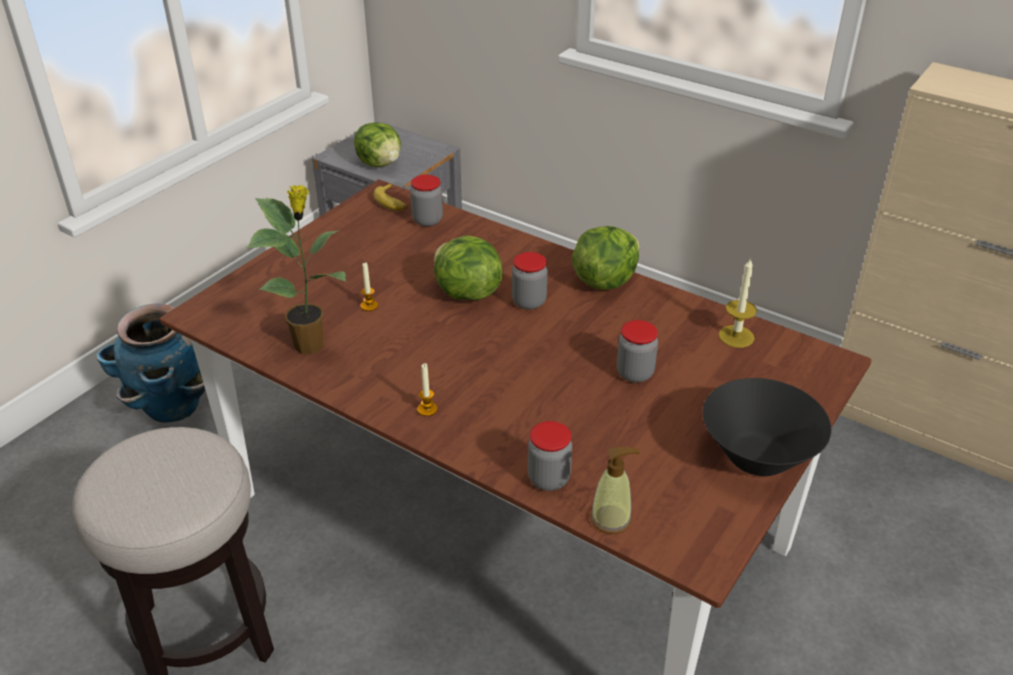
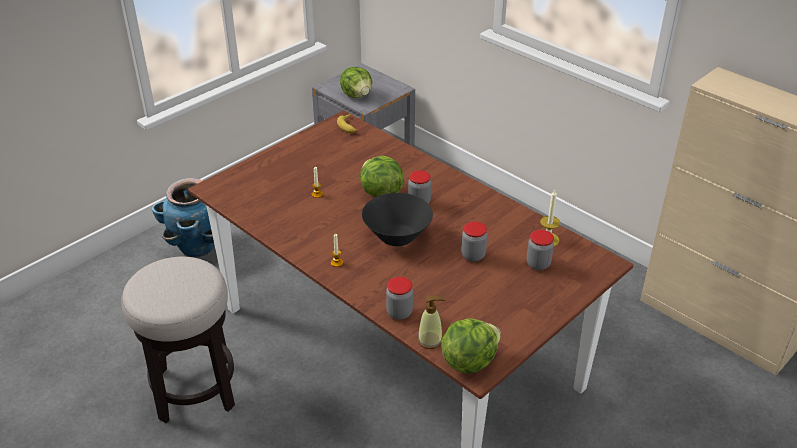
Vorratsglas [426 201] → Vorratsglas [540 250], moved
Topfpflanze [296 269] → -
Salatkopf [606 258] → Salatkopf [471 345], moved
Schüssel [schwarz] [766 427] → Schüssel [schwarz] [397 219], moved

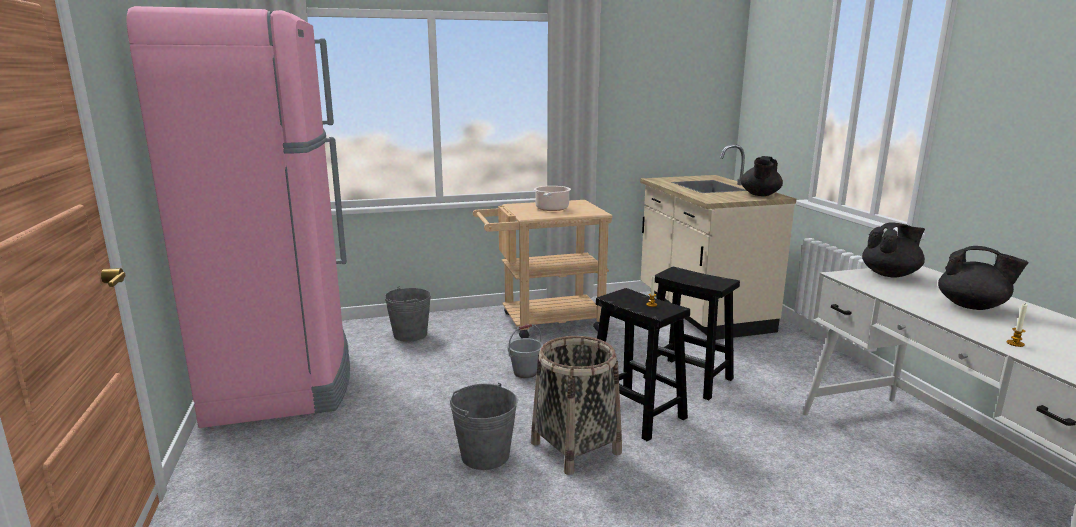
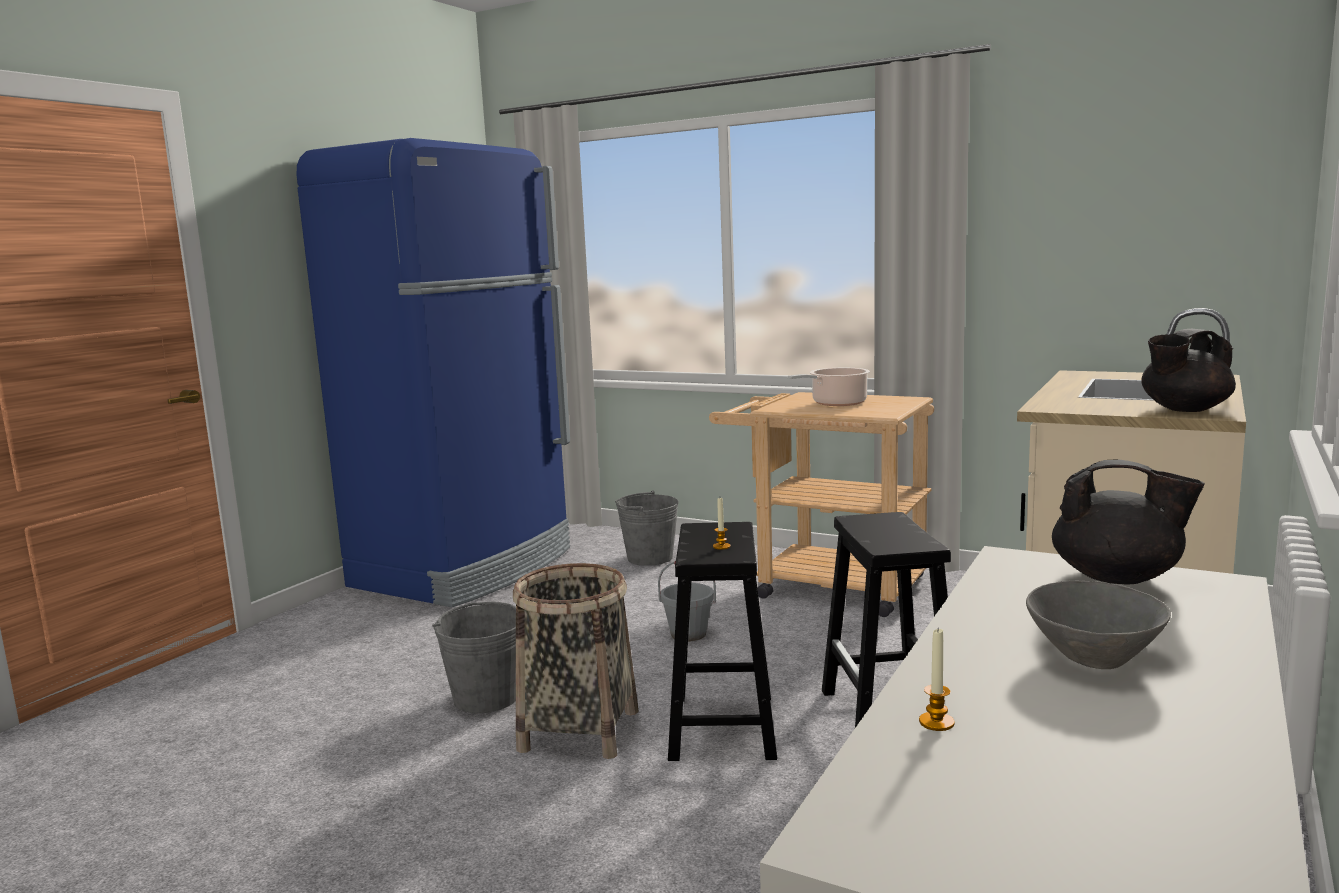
Kühlschrank [rosa] [238 217] → Kühlschrank [blau] [433 372]
Teekanne [schwarz] [983 278] → Schüssel [grau] [1098 625]

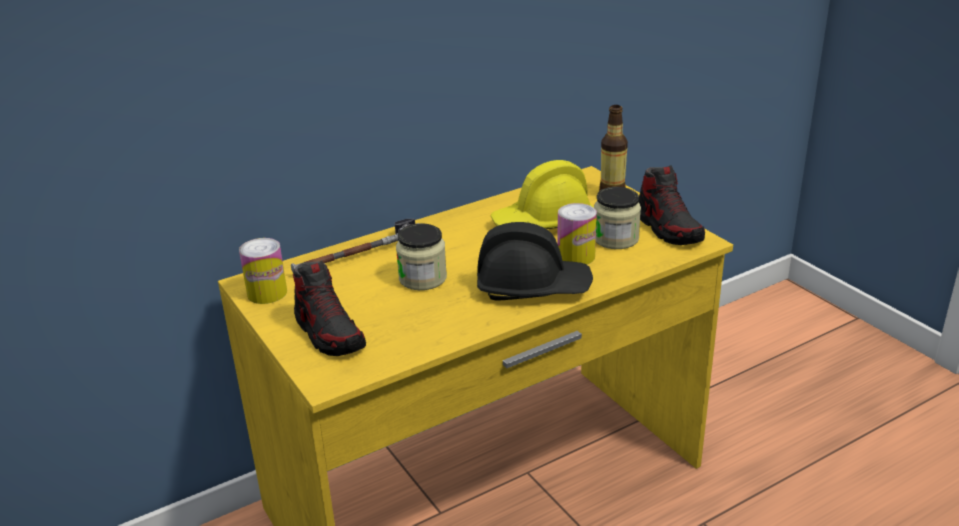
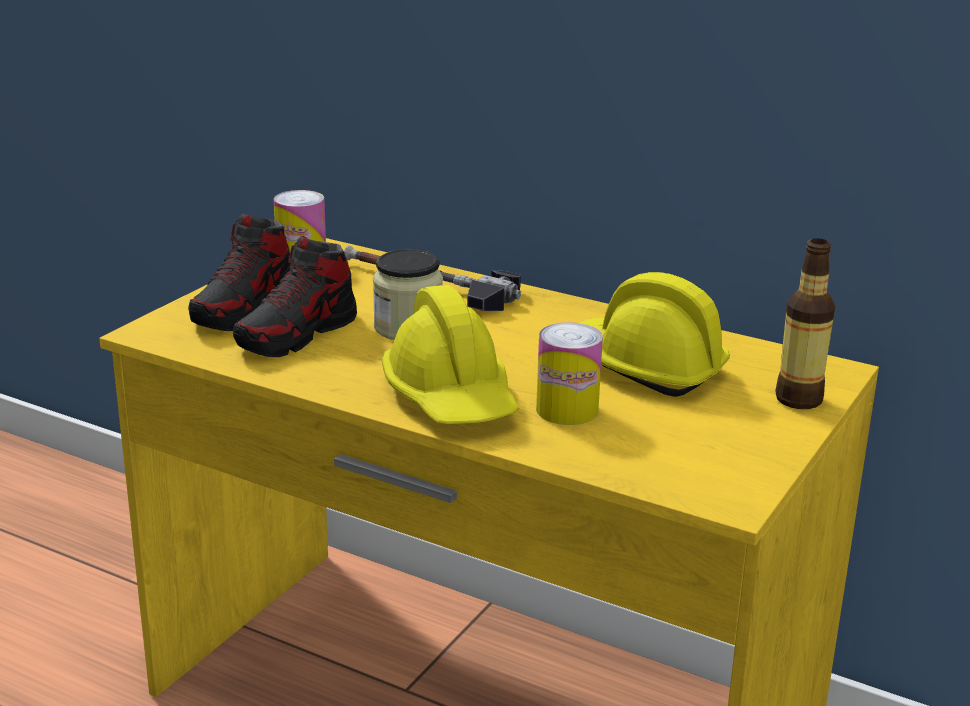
Schuh [672 205] → Schuh [295 296], moved
Vorratsglas [617 218] → -
Schutzhelm [schwarz] [535 261] → Schutzhelm [gelb] [450 354]

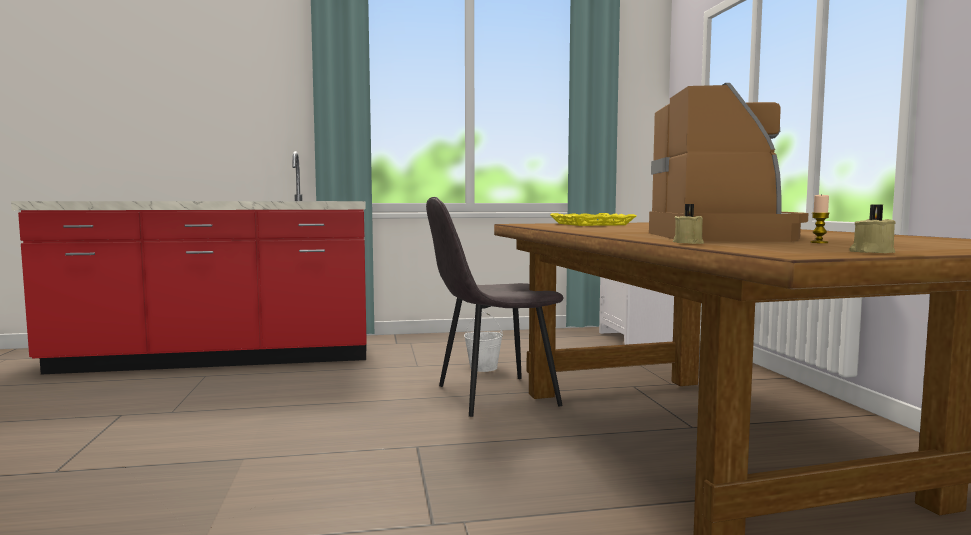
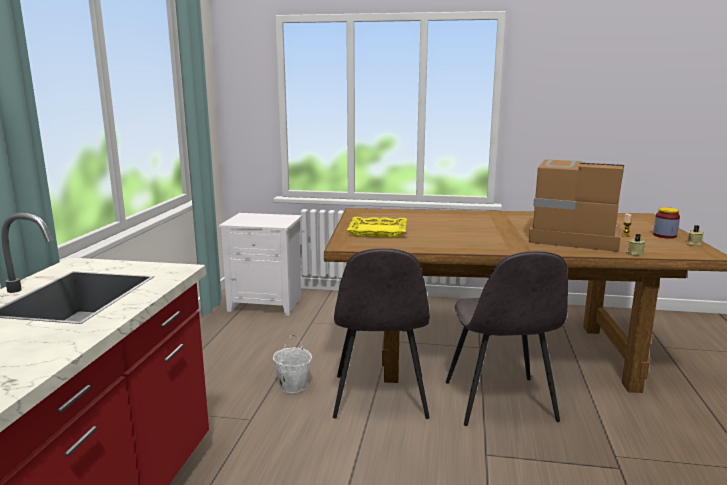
- → Vorratsglas [666 223]
- → Stuhl [grau] [507 338]

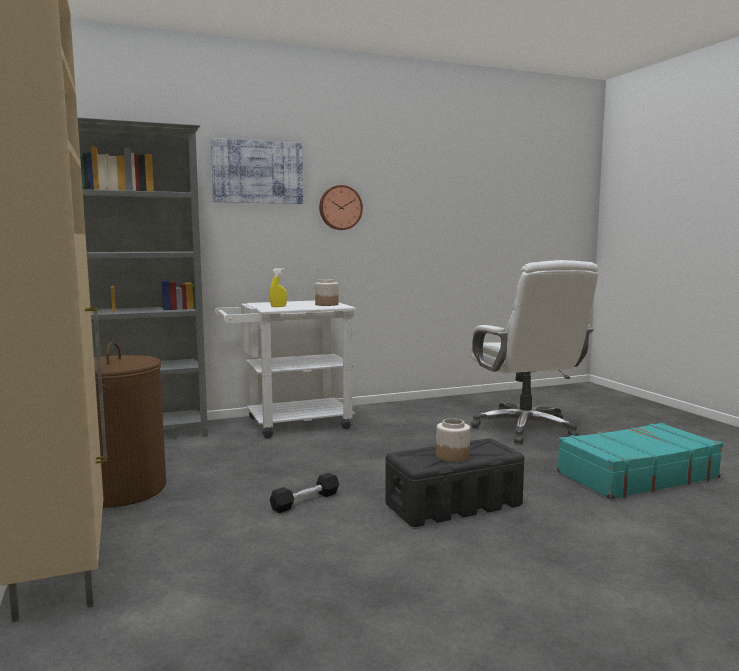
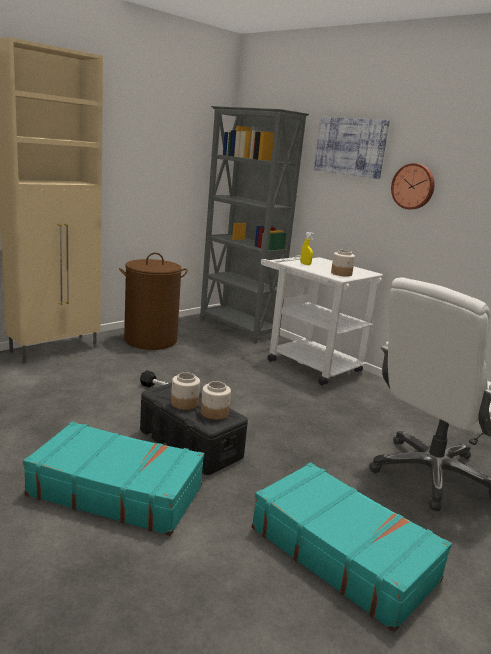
- → Vorratsglas [216 400]
- → Koffer [türkis] [113 479]

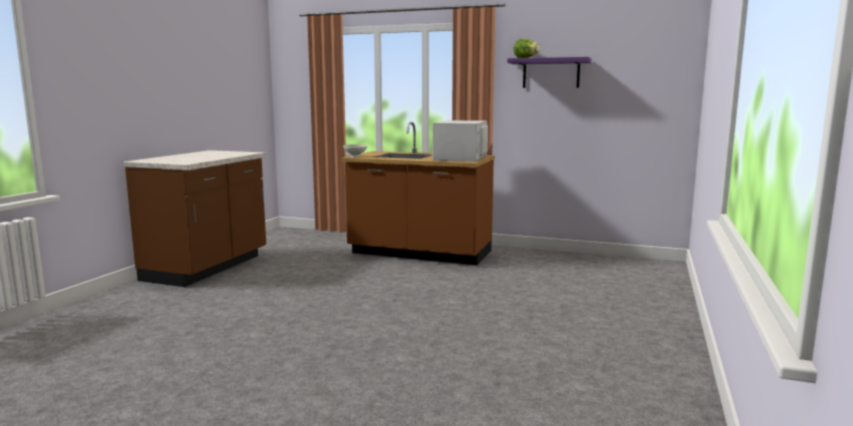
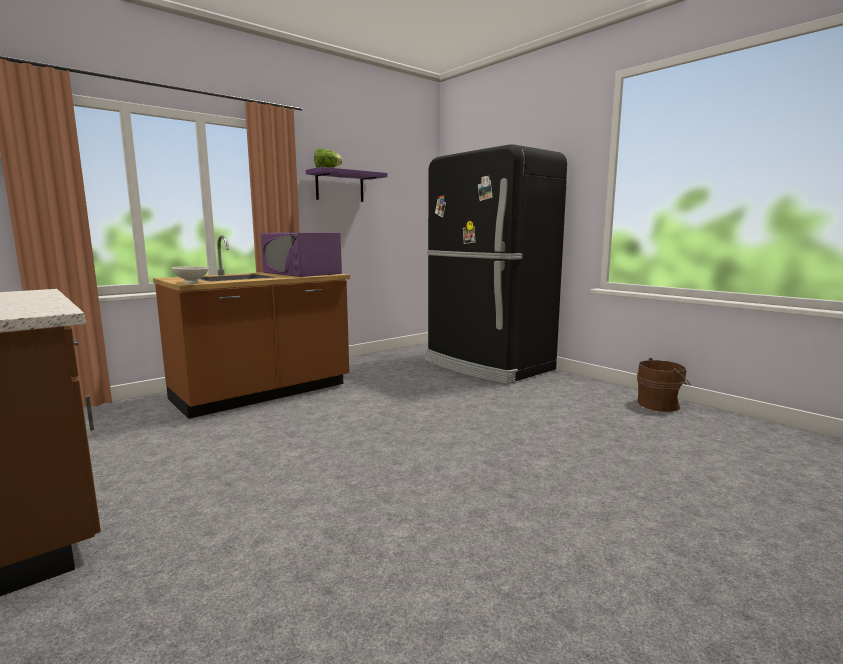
Mikrowelle [weiß] [460 141] → Mikrowelle [lila] [301 255]
- → Kühlschrank [schwarz] [496 264]
- → Eimer [braun] [664 385]

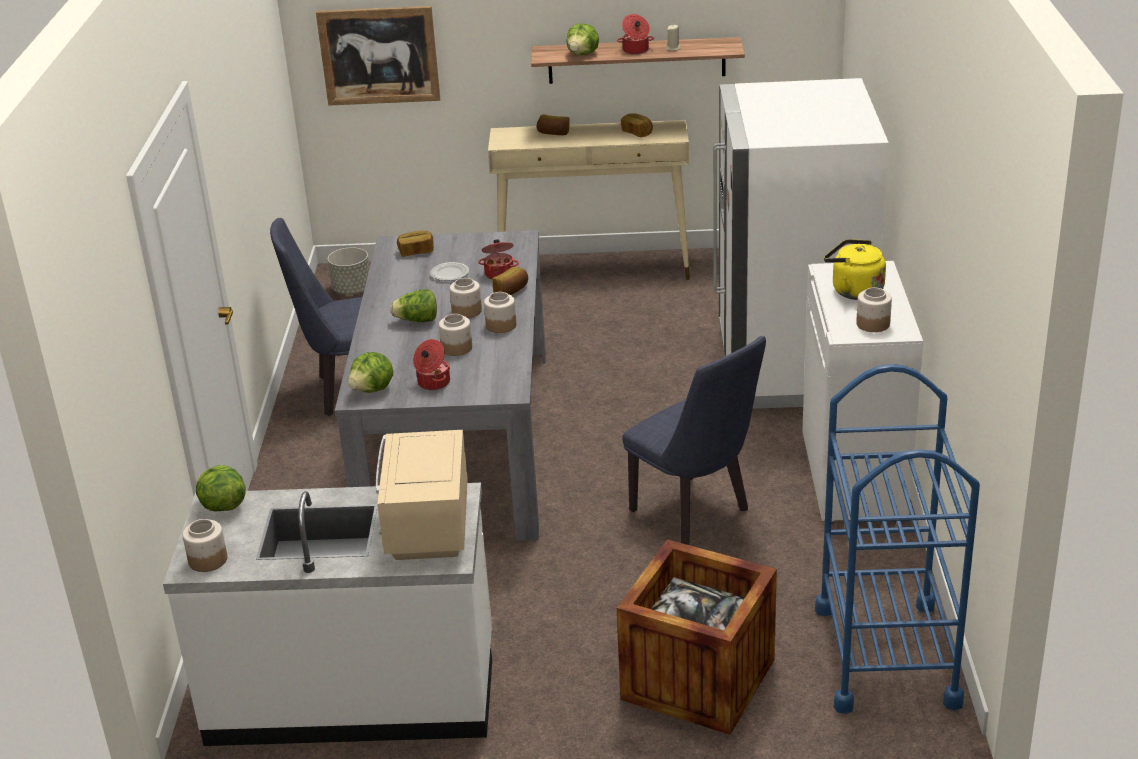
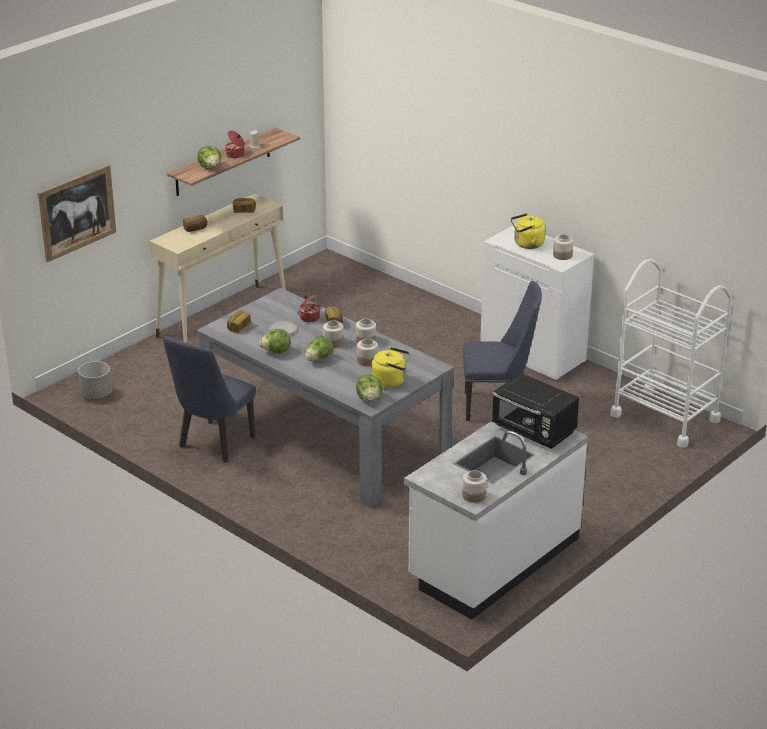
Kühlschrank [weiß] [800 243] → -
Kochtopf [431 364] → Wasserkessel [gelb] [391 367]
Rollwagen [blau] [897 539] → Rollwagen [weiß] [671 353]
Mikrowelle [beige] [422 495] → Mikrowelle [schwarz] [535 411]
Salatkopf [221 488] → Salatkopf [275 341], moved
Kiste [697 637] → -

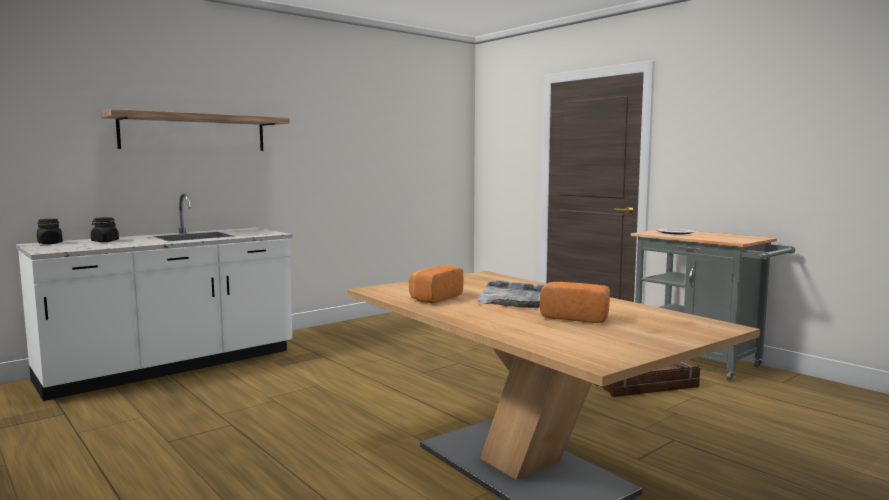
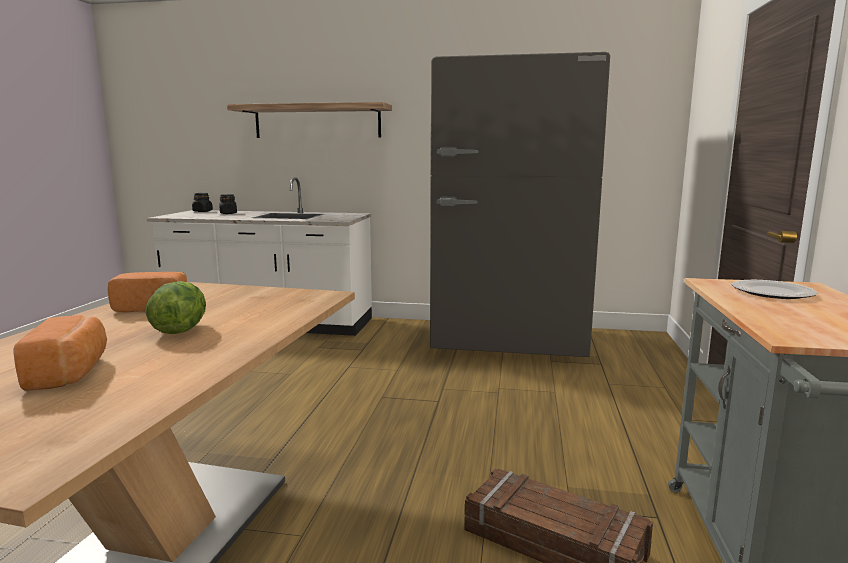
Tablett [grau] [511 294] → Salatkopf [176 307]
- → Kühlschrank [grau] [520 204]

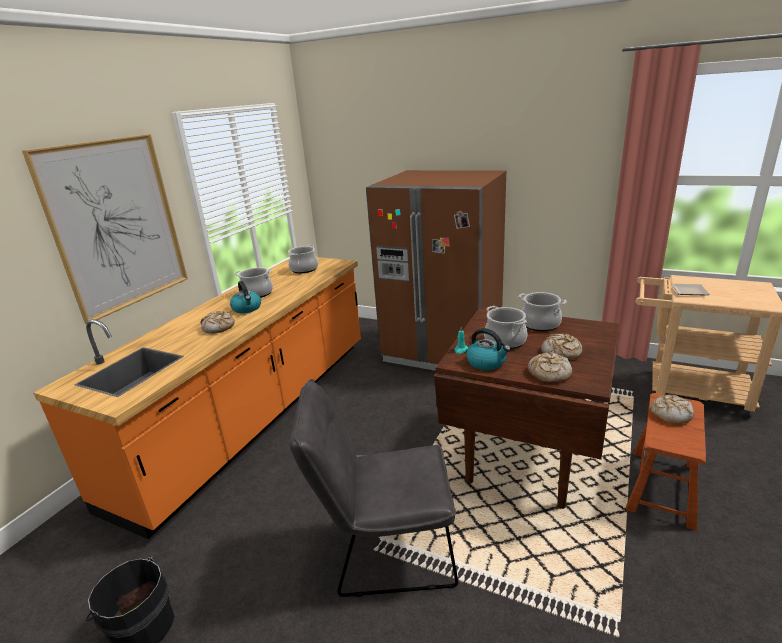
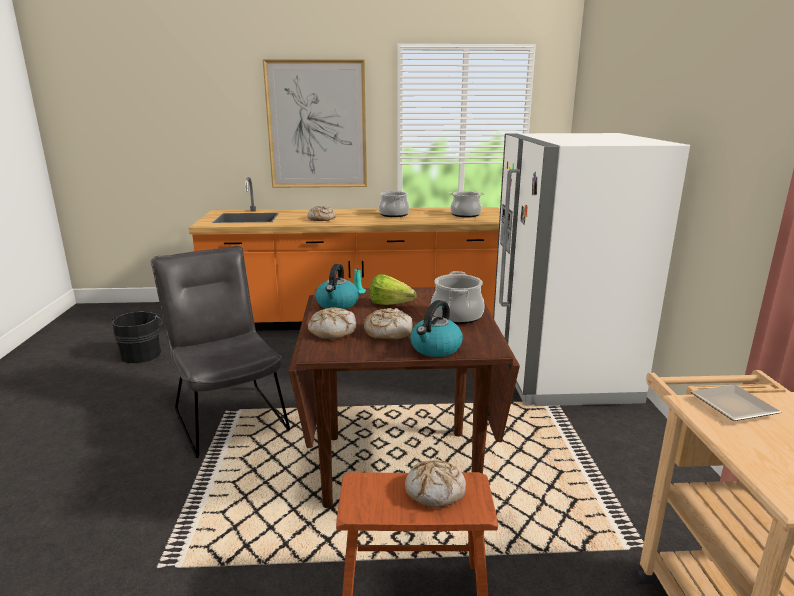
Kühlschrank [braun] [436 270] → Kühlschrank [weiß] [591 269]
Wasserkessel [245 297] → Wasserkessel [436 328], moved
Kochtopf [506 327] → Salatkopf [393 289]

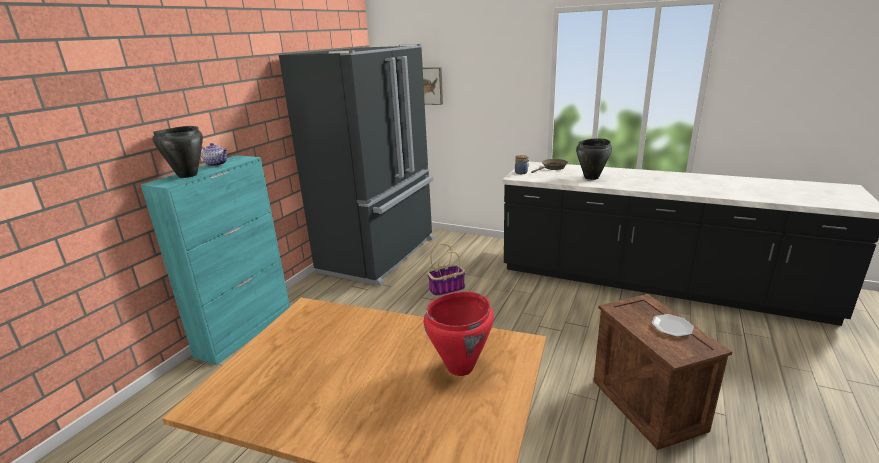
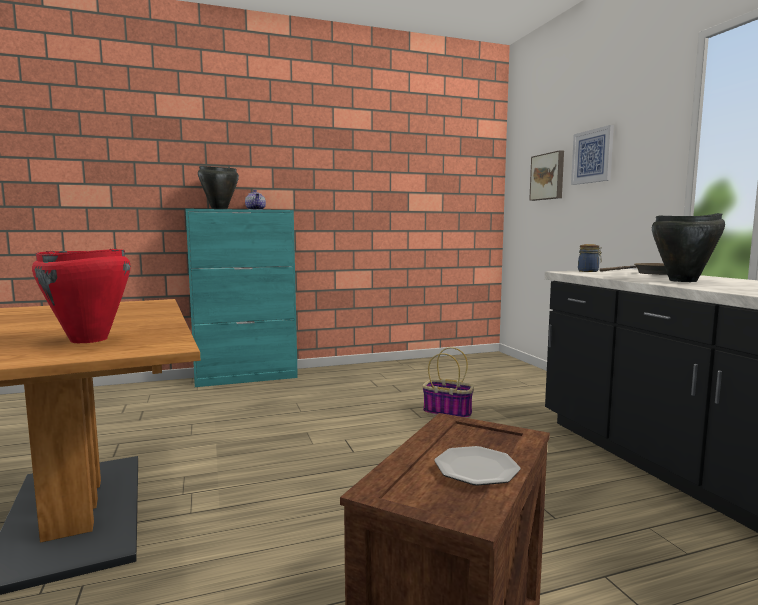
Kühlschrank [schwarz] [356 165] → -
- → Bild [592 155]

